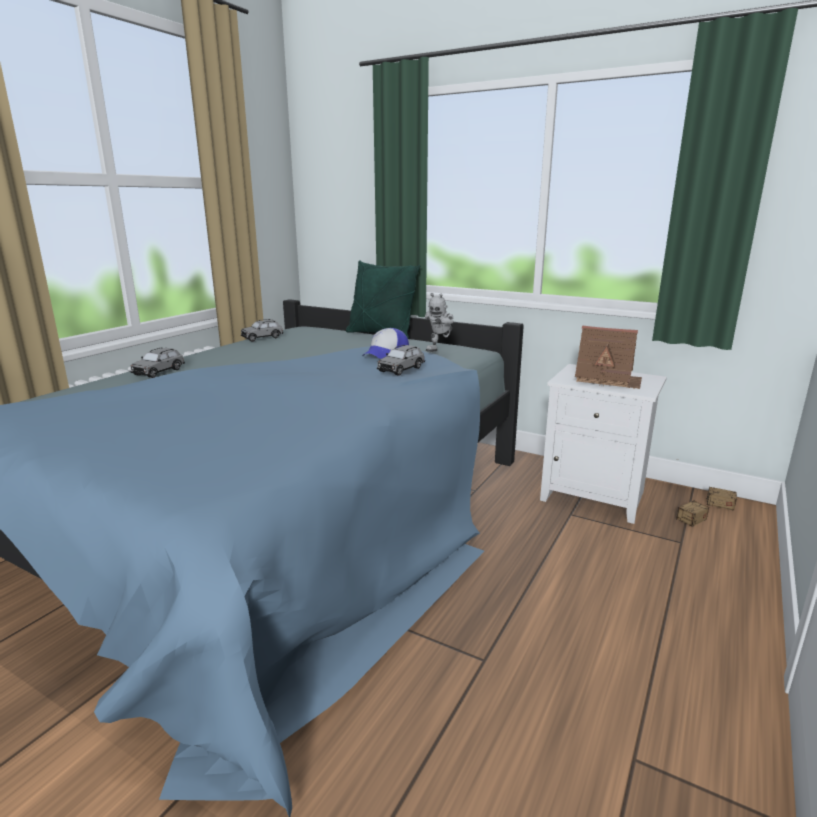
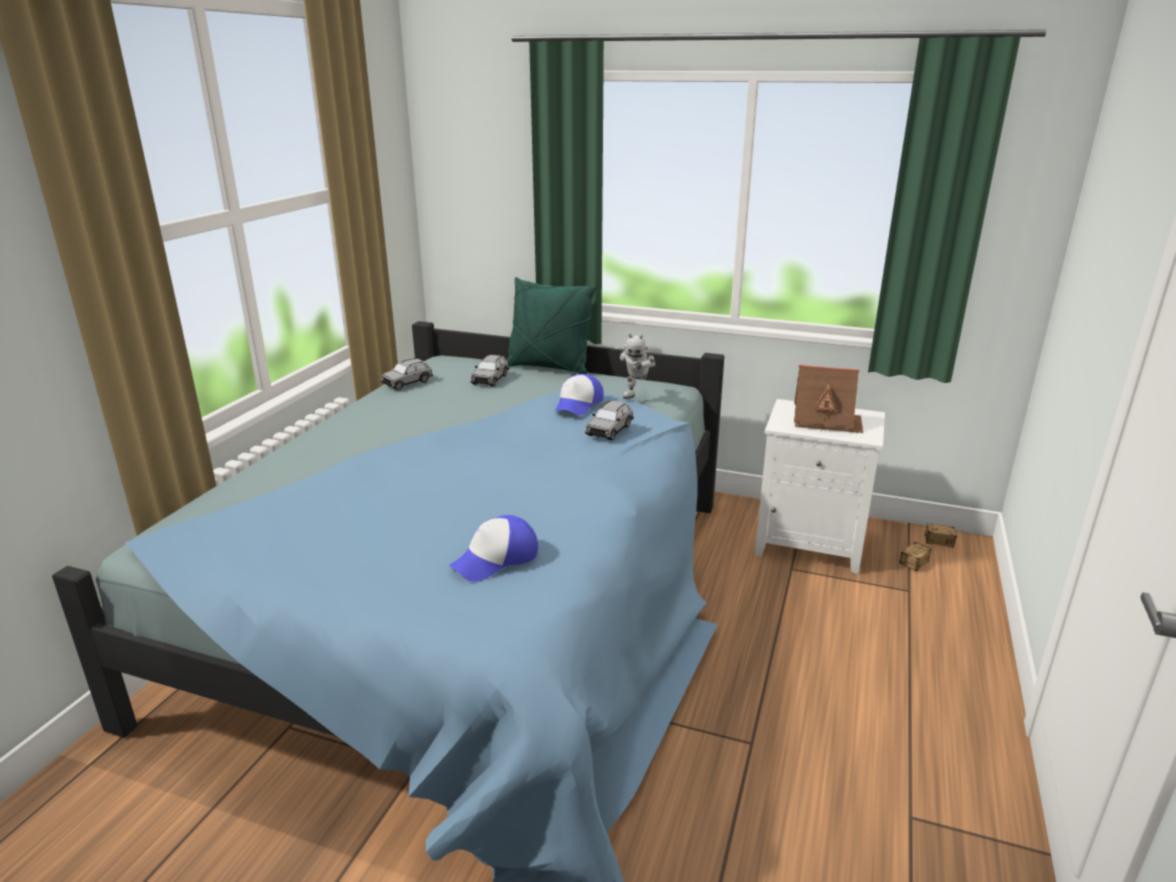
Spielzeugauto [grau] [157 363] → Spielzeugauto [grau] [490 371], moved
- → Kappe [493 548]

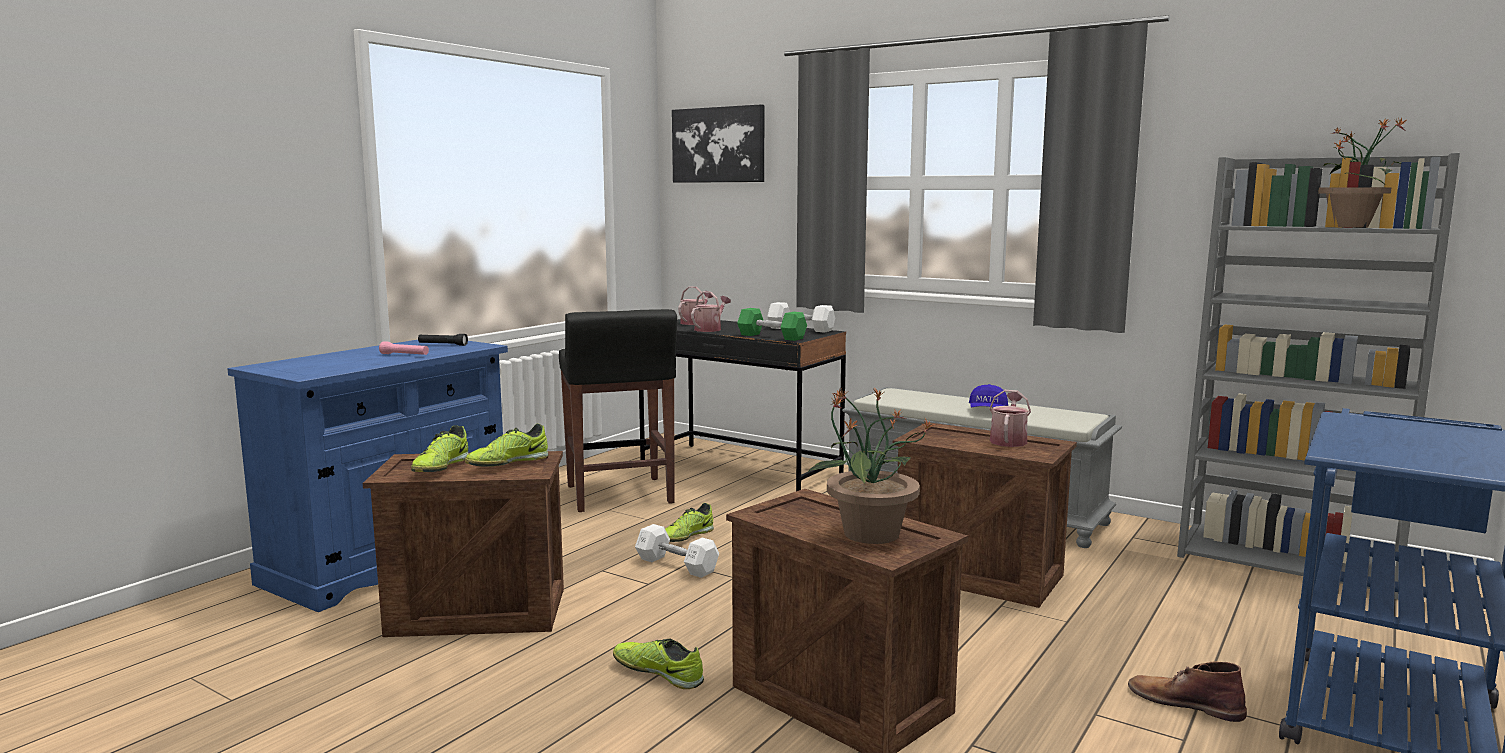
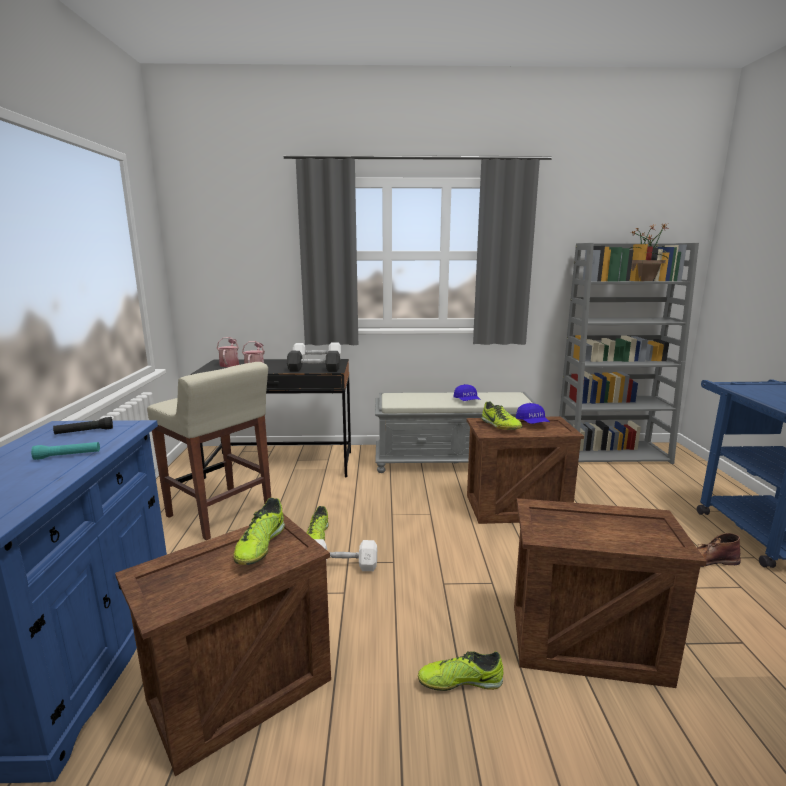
Bild [718 143] → -
Hantel [grün] [772 324] → Hantel [schwarz] [313 361]
Hocker [schwarz] [618 410] → Hocker [beige] [209 451]
Taschenlampe [rosa] [404 348] → Taschenlampe [türkis] [65 451]
Topfpflanze [871 466] → -
Gießkanne [1010 418] → Kappe [blau] [533 413]
Schuh [440 448] → Schuh [502 415], moved

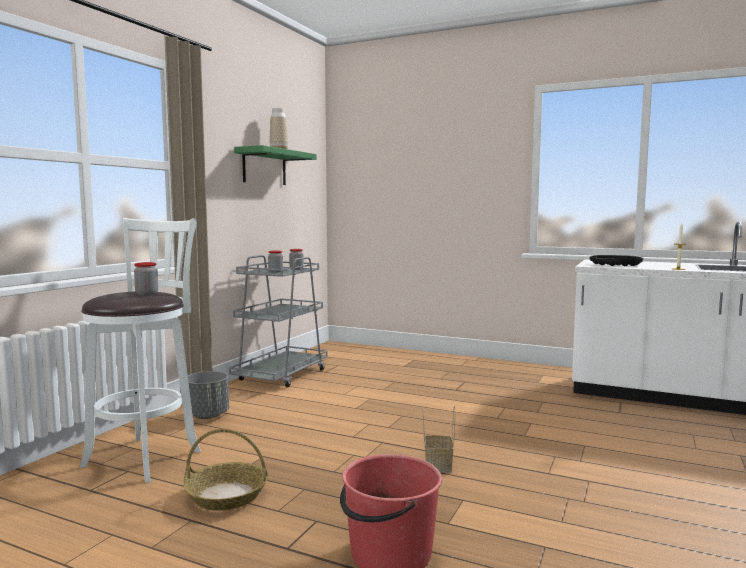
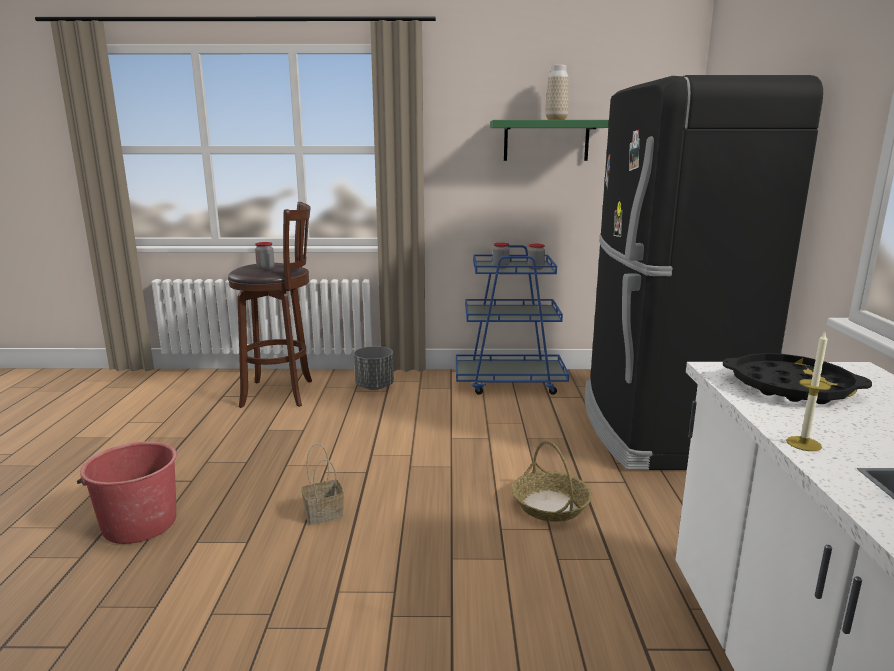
Hocker [weiß] [140 350] → Hocker [braun] [270 305]
Rollwagen [grau] [278 321] → Rollwagen [blau] [512 320]
Korb [226 469] → Korb [552 481], moved
- → Kühlschrank [schwarz] [704 272]

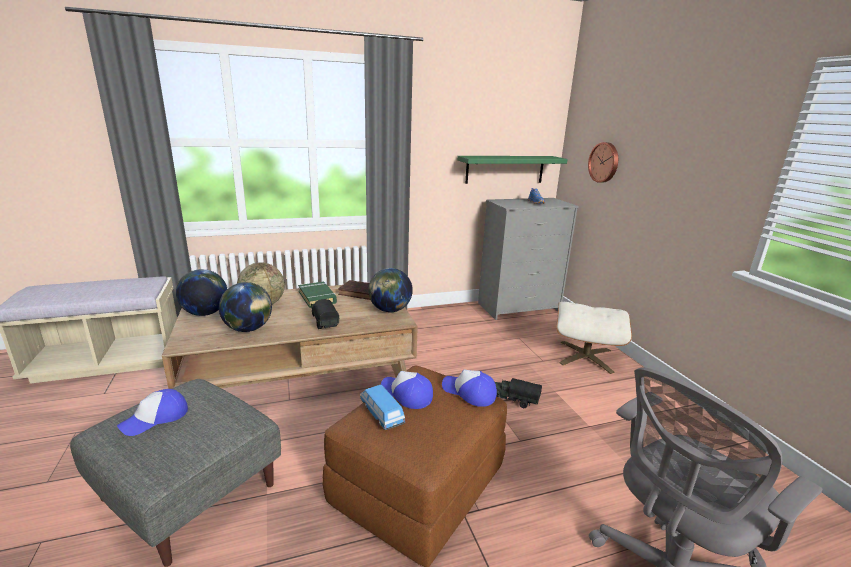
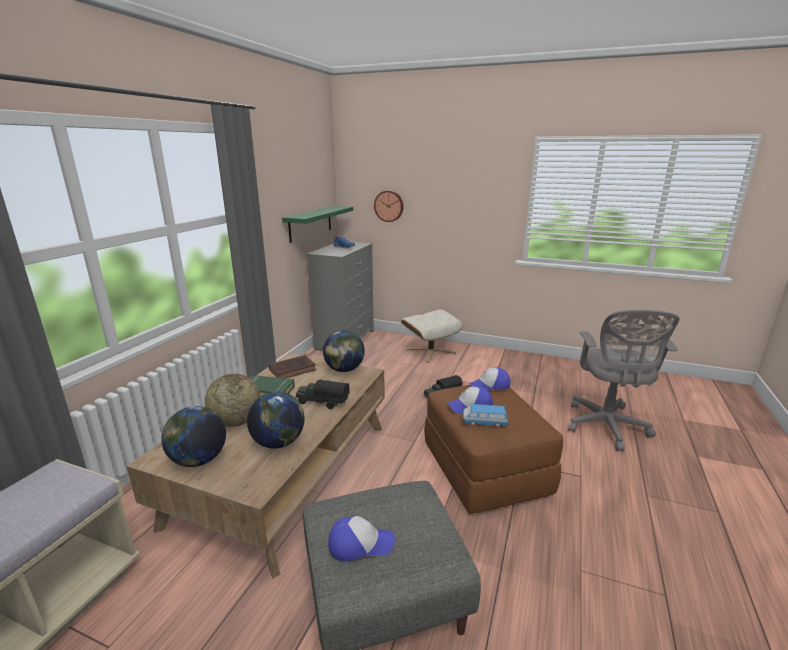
Kappe [152 412] → Kappe [361 539], 90 degrees counterclockwise

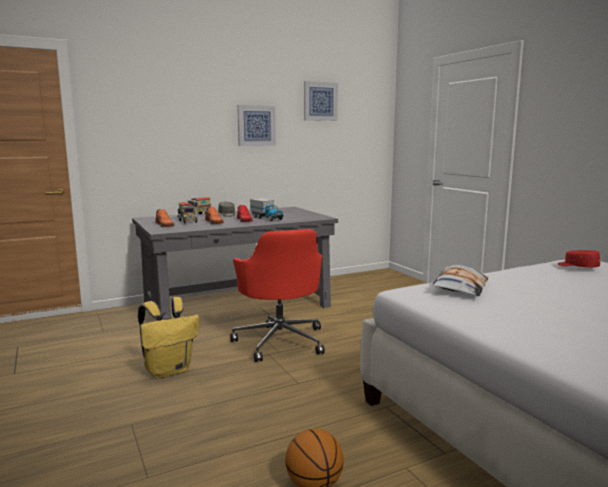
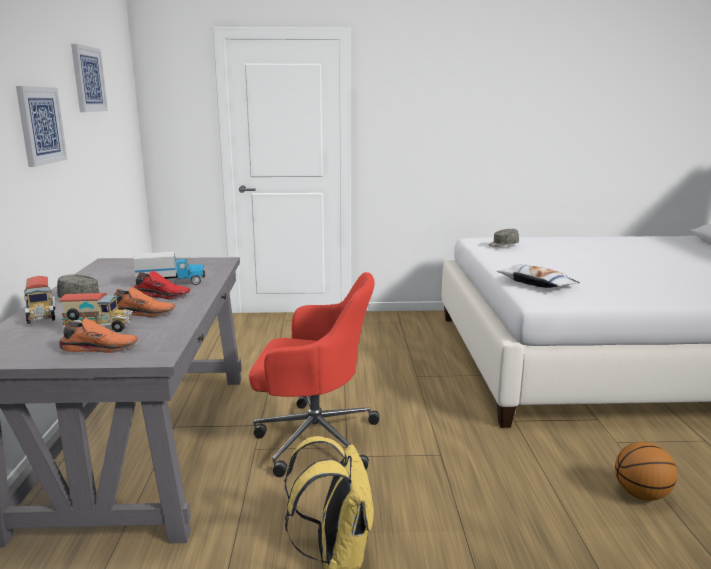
Kappe [rot] [578 259] → Kappe [grau] [504 238]

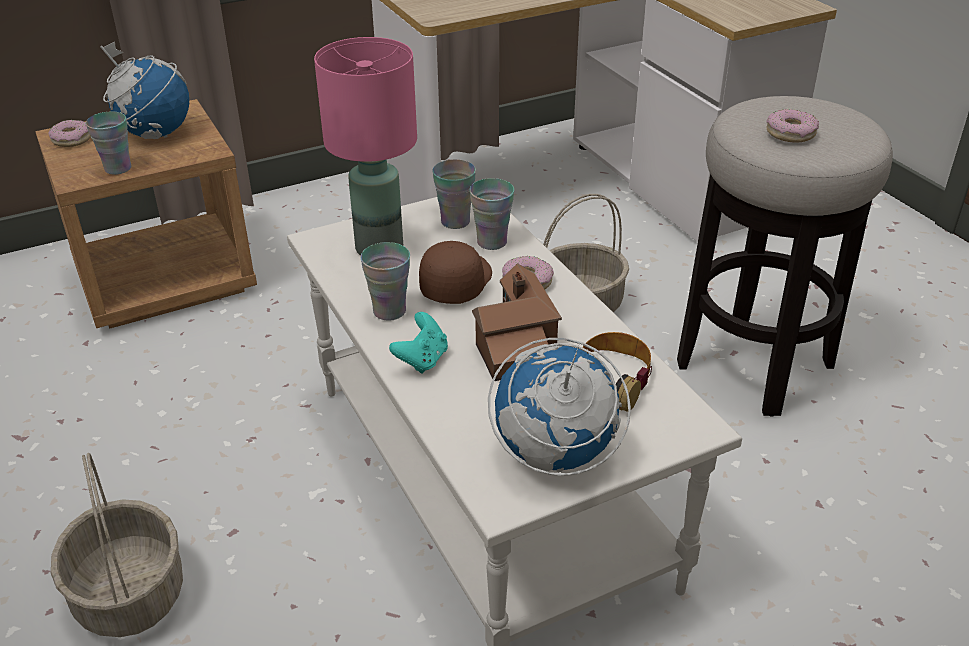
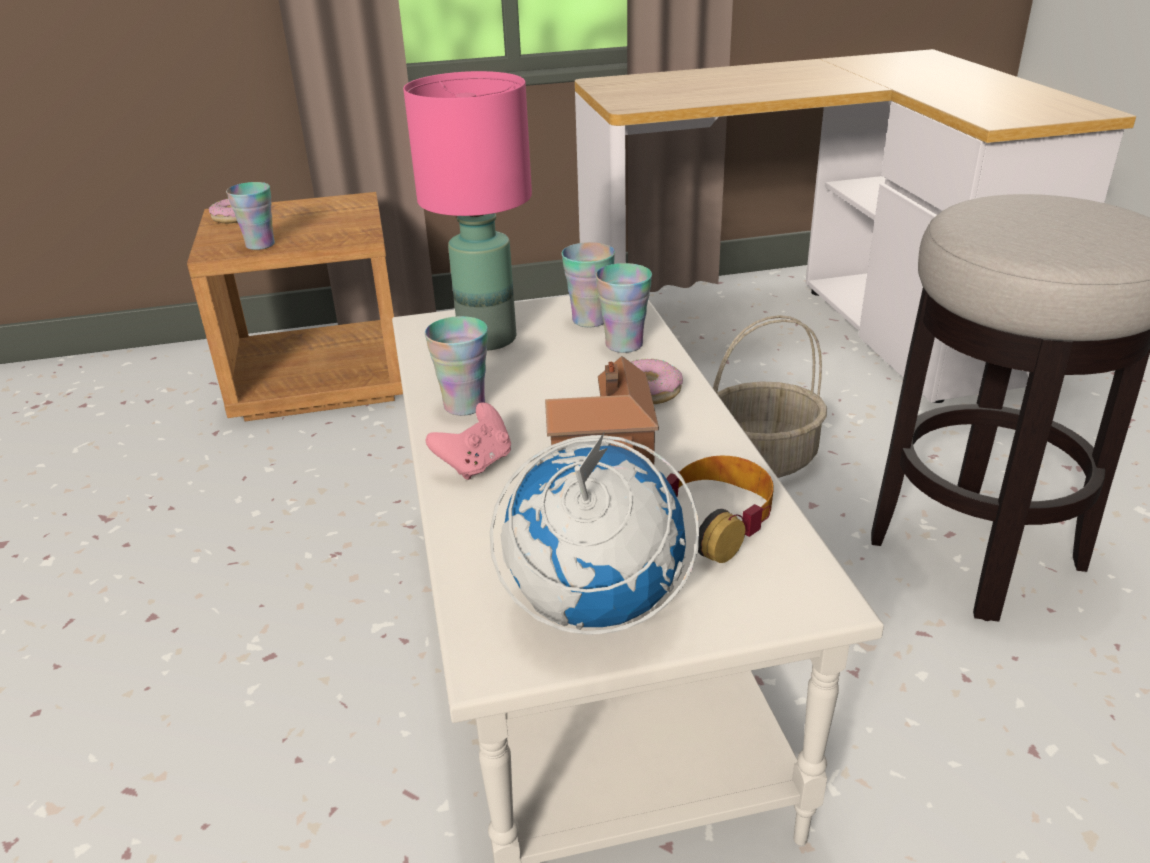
Globus [144 90] → -
Donut [793 126] → -
Kappe [braun] [455 272] → -
Gamepad [türkis] [418 343] → Gamepad [rosa] [468 441]
Korb [117 545] → -

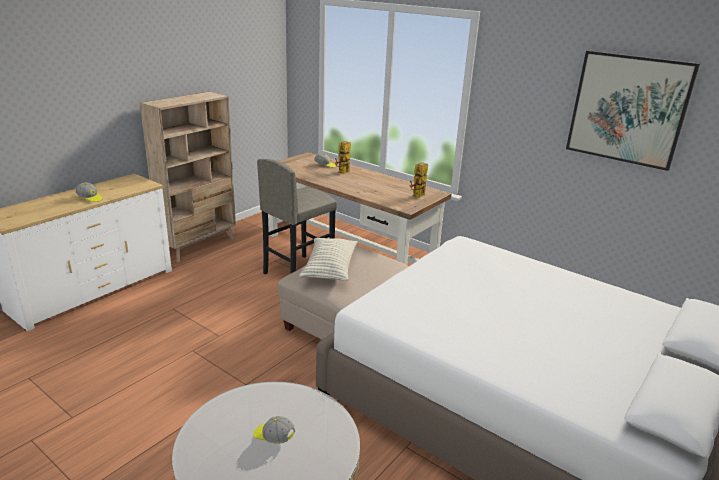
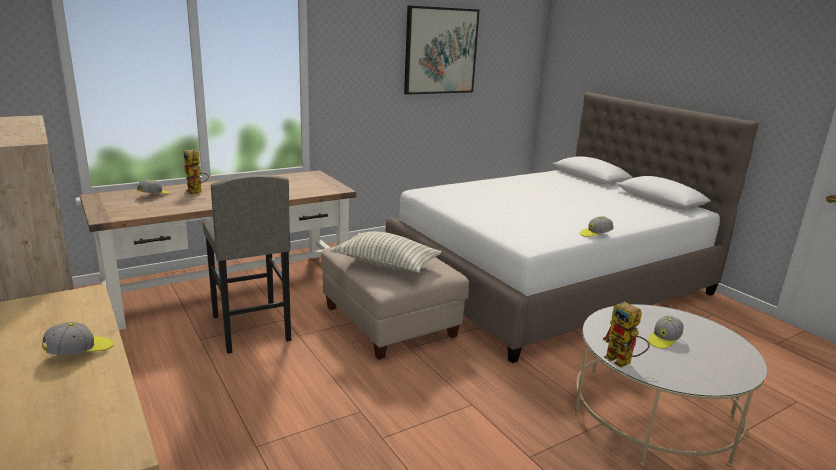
Spielzeugroboter [419 180] → Spielzeugroboter [626 335], moved
- → Kappe [597 226]

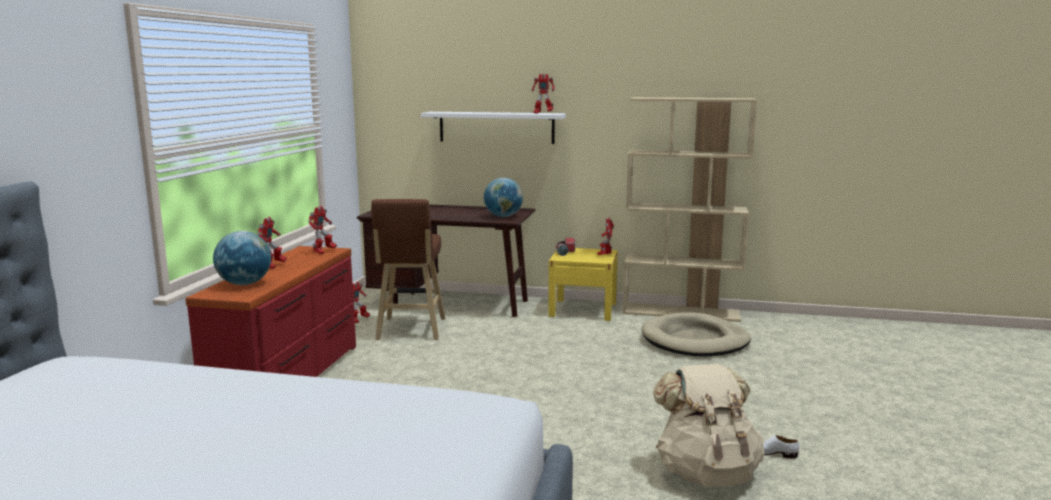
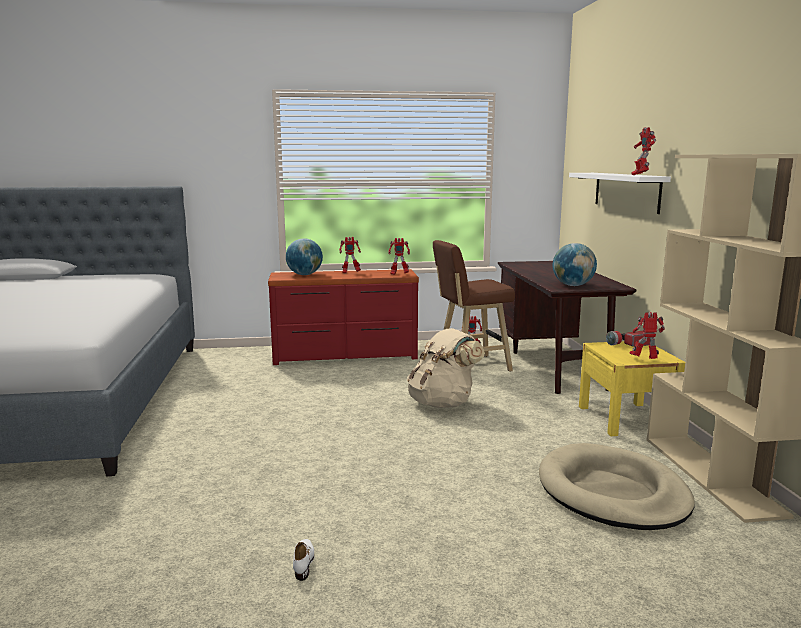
Rucksack [beige] [708 425] → Rucksack [beige] [446 368], moved

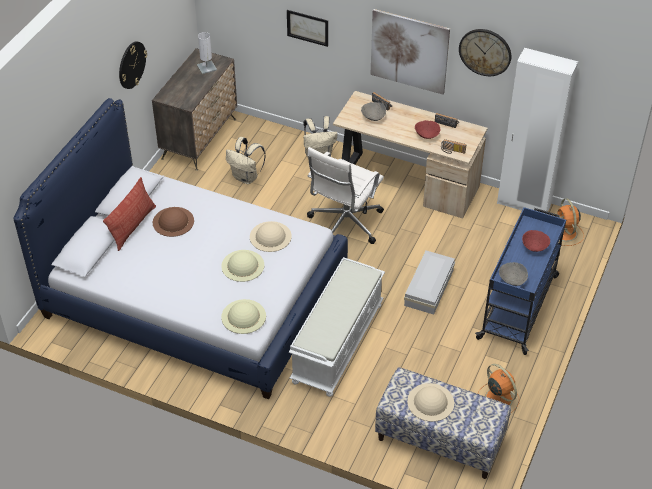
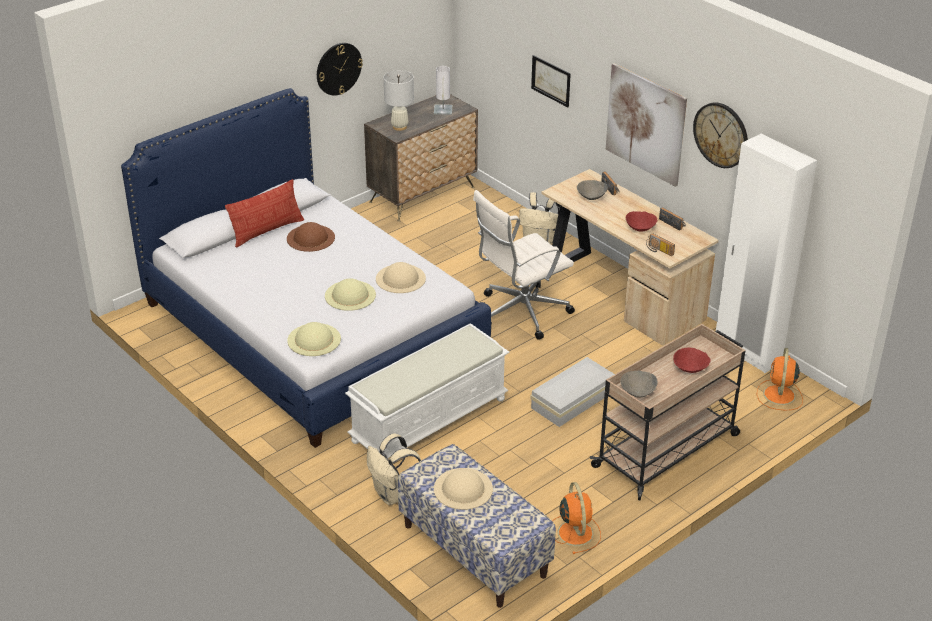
Rucksack [beige] [246 160] → Rucksack [beige] [394 469], moved
Rollwagen [blau] [520 281] → Rollwagen [beige] [668 412]
- → Tischlampe [weiß] [399 100]

